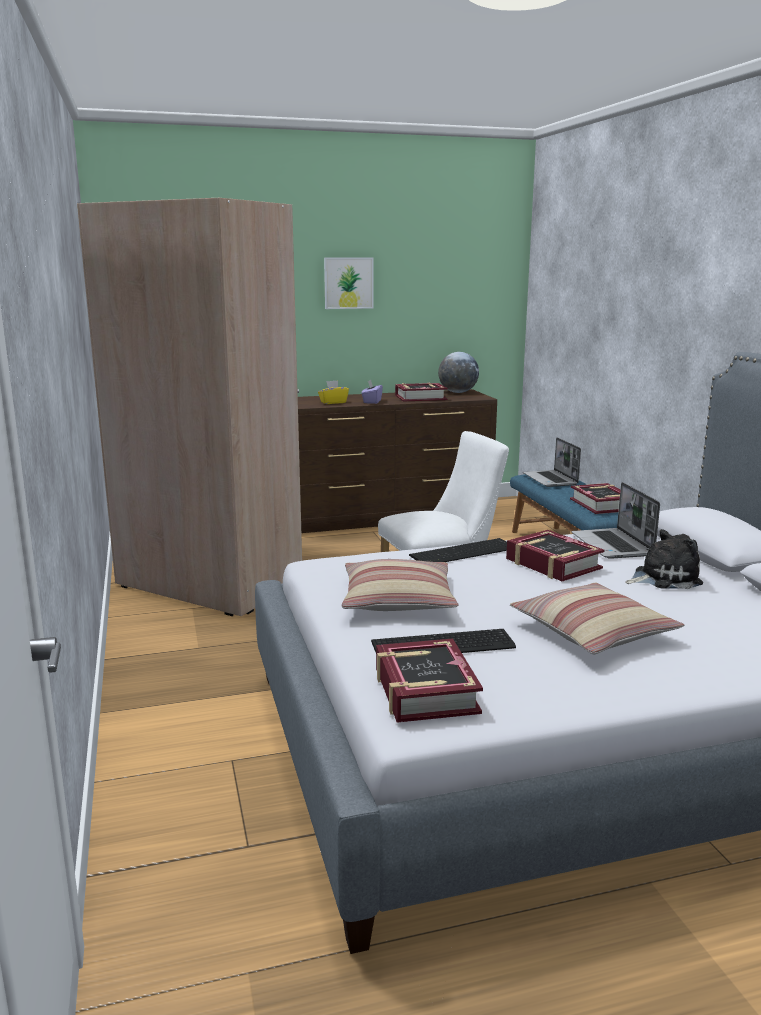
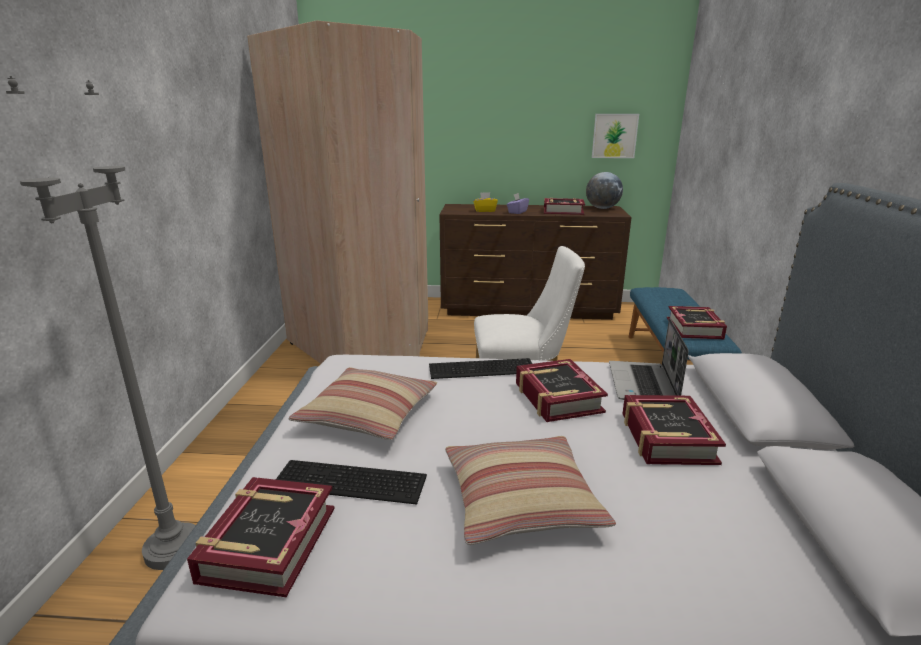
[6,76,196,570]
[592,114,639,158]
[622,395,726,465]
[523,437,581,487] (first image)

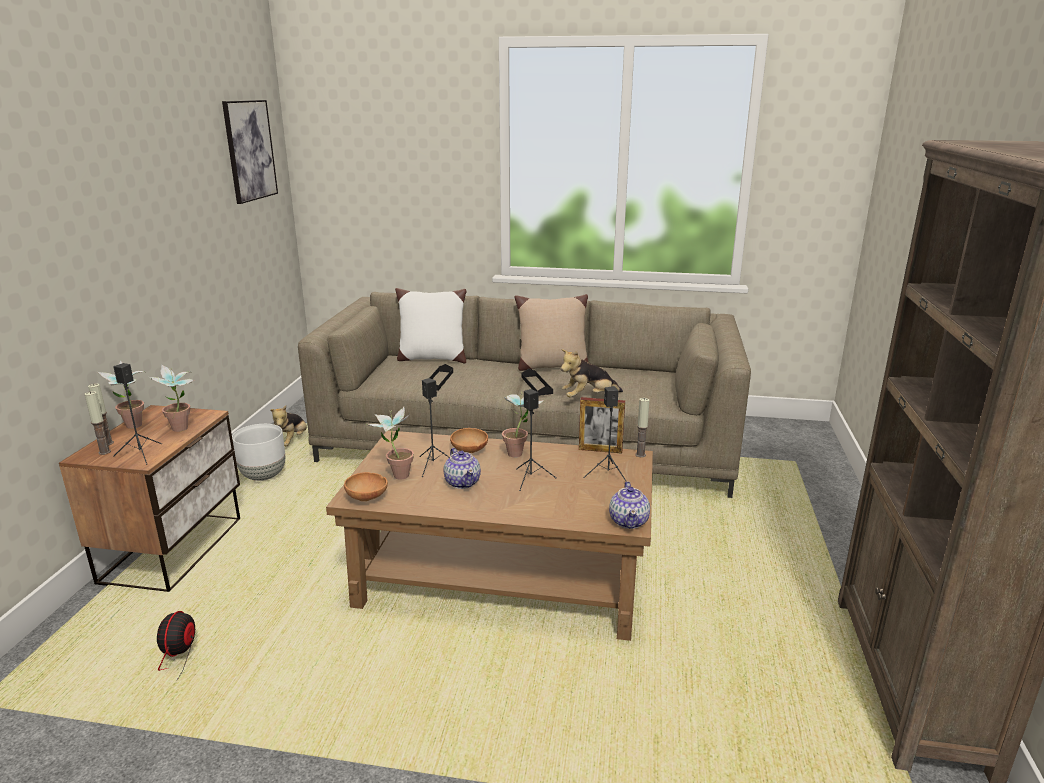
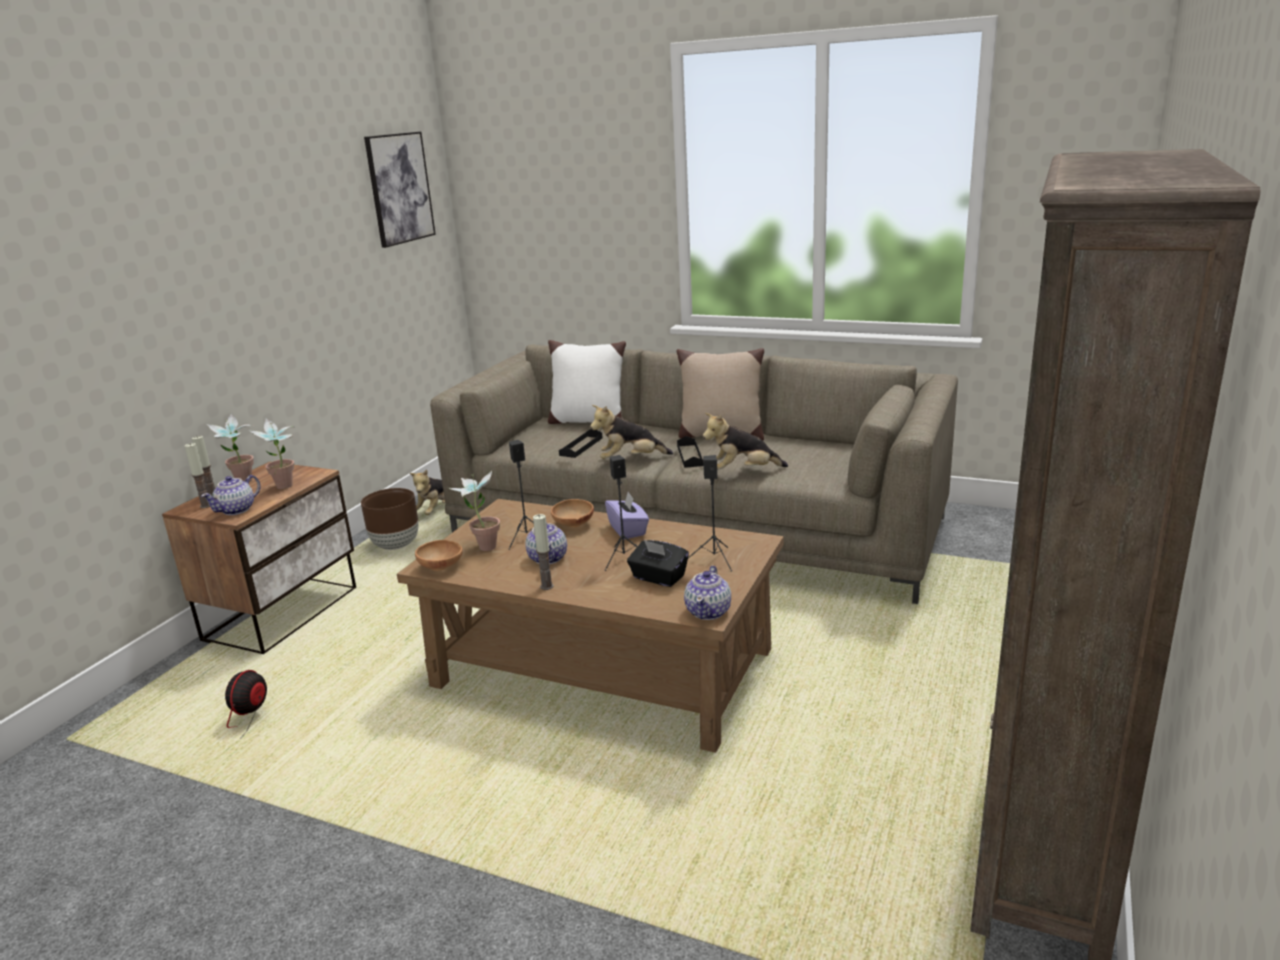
[201,475,261,515]
[361,488,419,550]
[533,514,554,590]
[590,405,673,459]
[605,492,649,539]
[627,540,689,587]
[579,397,625,454] (first image)

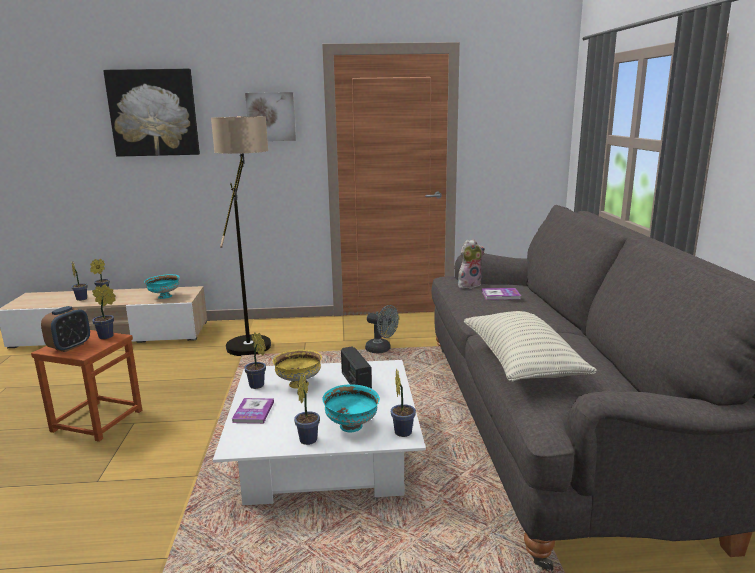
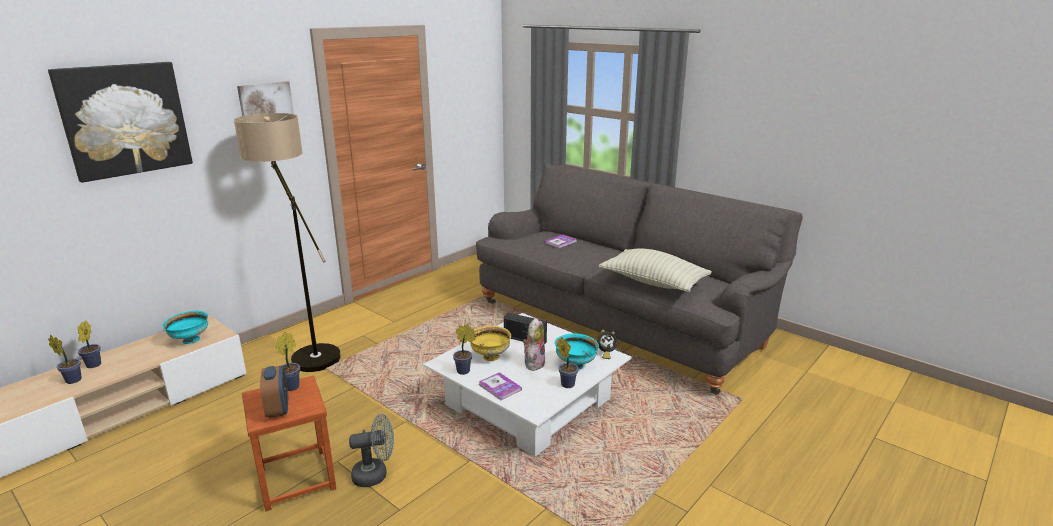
[349,414,394,487]
[523,318,545,371]
[597,330,617,359]

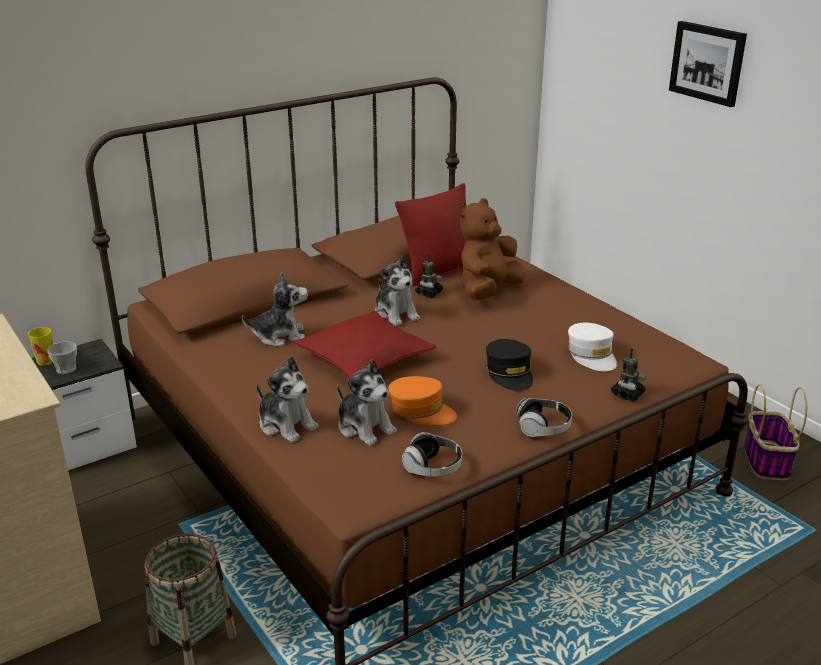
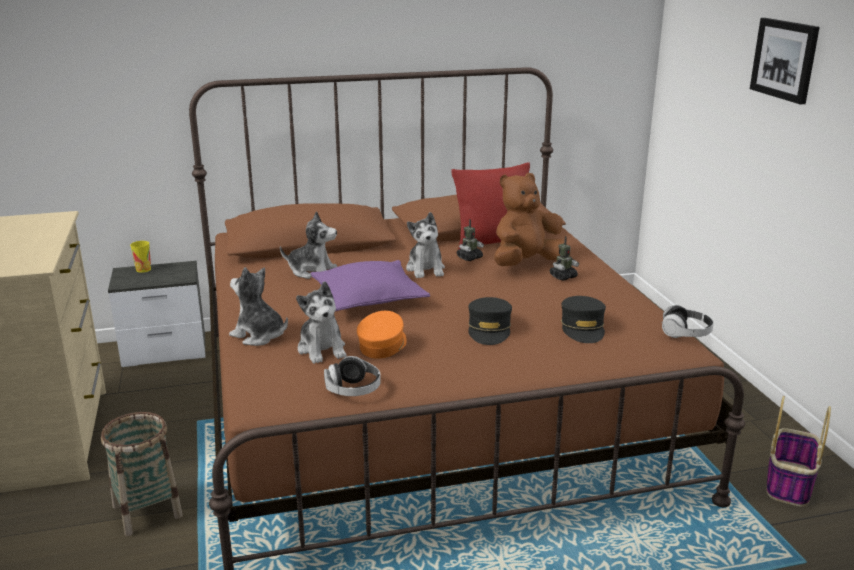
[229,267,288,346]
[311,260,430,311]
[357,311,407,359]
[550,236,579,281]
[561,296,606,343]
[661,305,714,338]
[48,341,77,374] (first image)

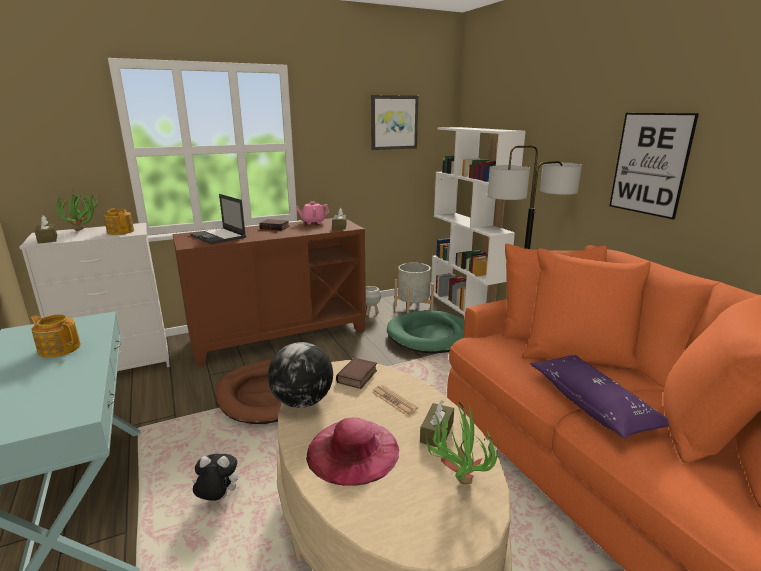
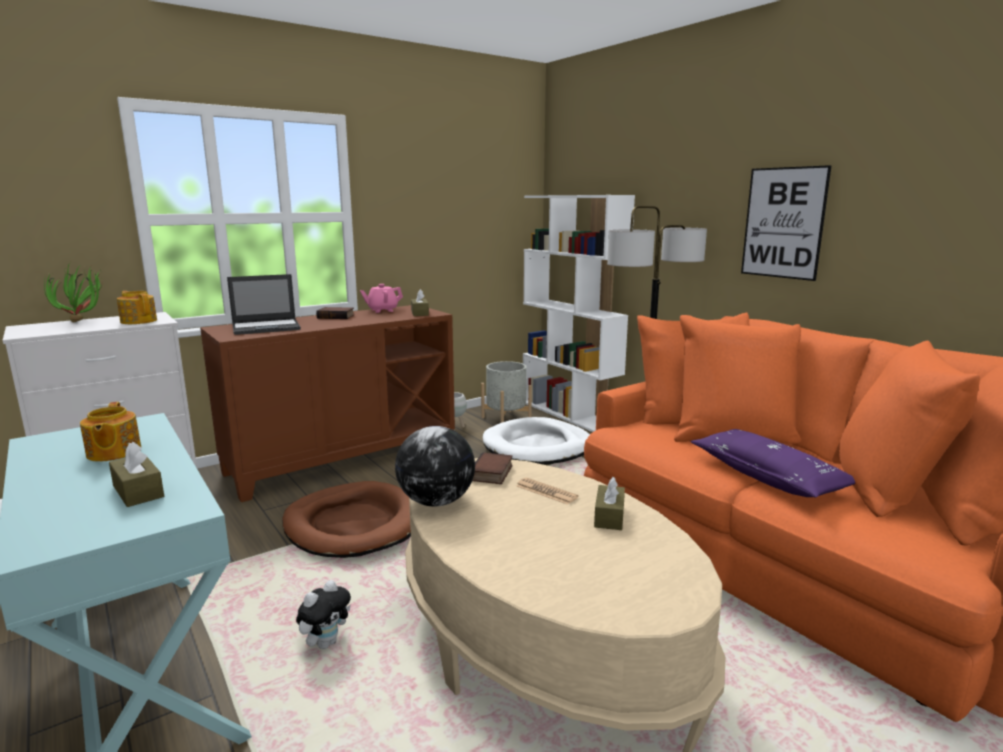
[80,402,141,462]
[109,442,164,507]
[227,274,301,335]
[296,580,351,649]
[483,417,590,465]
[306,417,399,486] (first image)
[371,95,418,150] (first image)
[426,402,498,484] (first image)

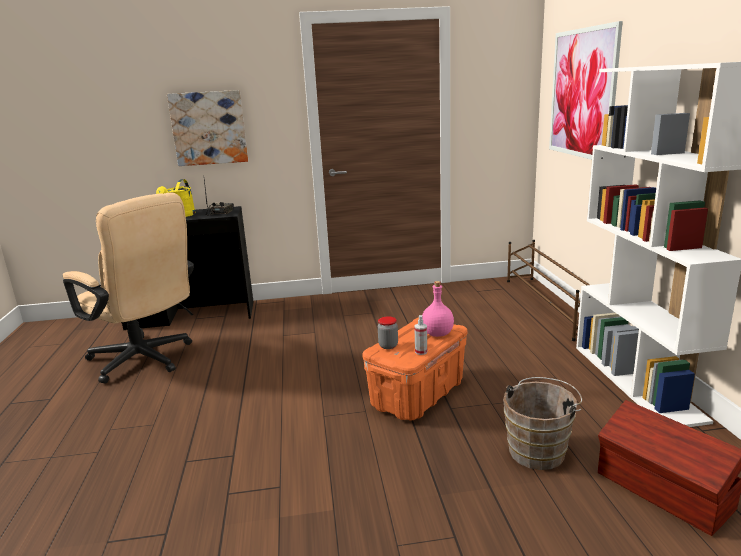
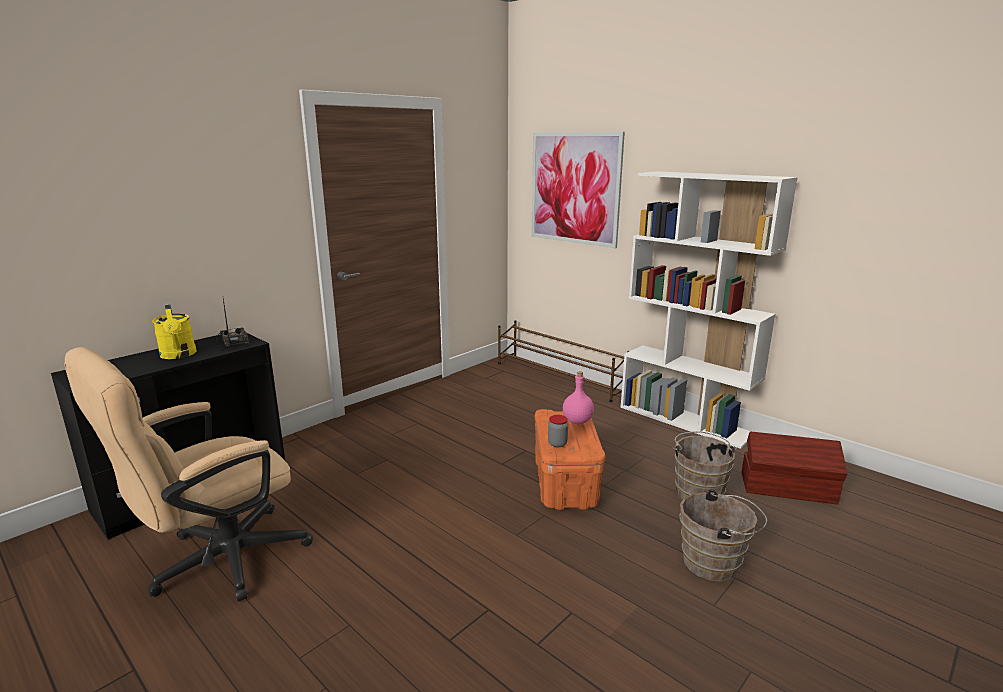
[64,347,313,602]
[680,489,767,582]
[167,90,248,166] (first image)
[414,315,427,355] (first image)

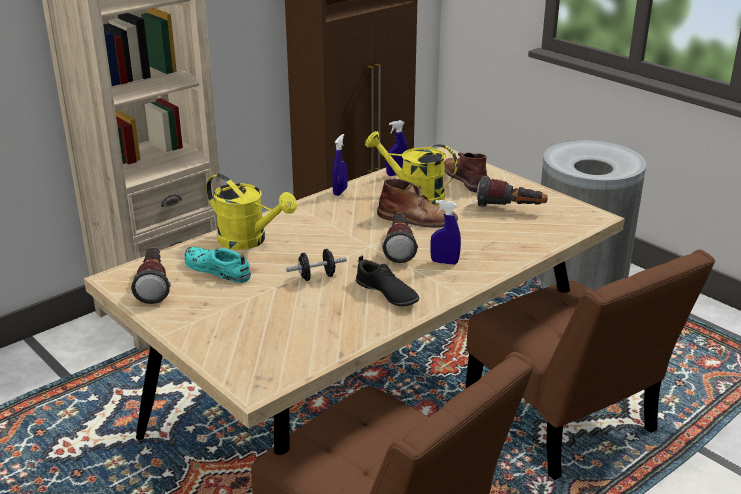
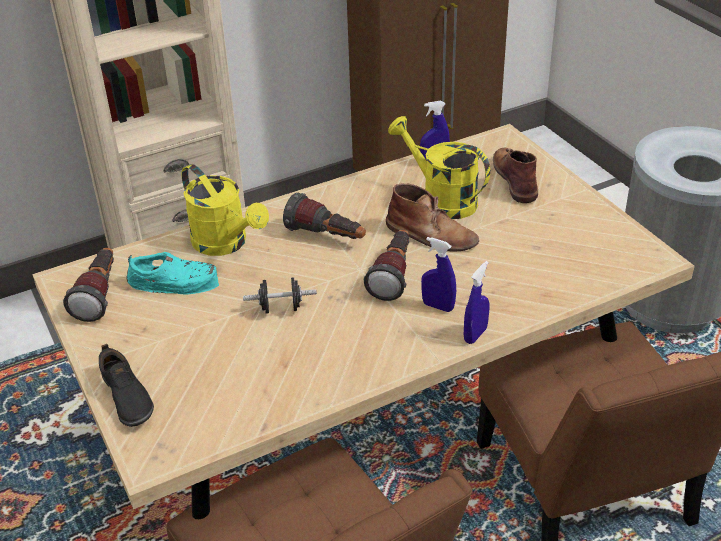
[99,344,154,427]
[126,252,219,294]
[283,192,366,239]
[464,261,490,344]

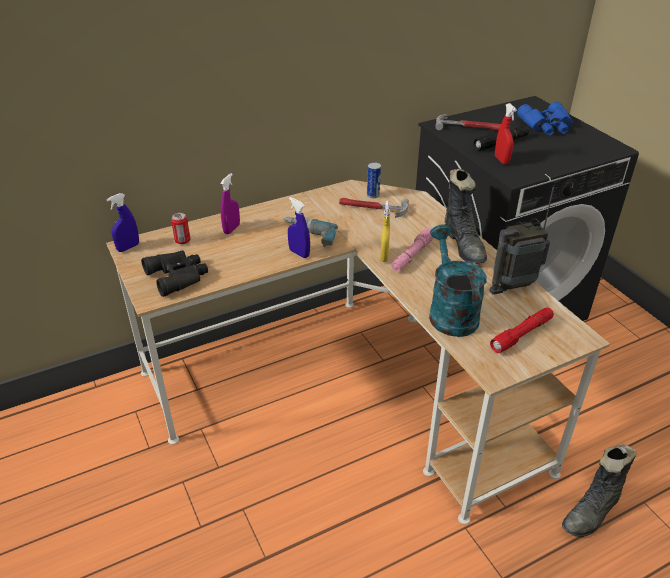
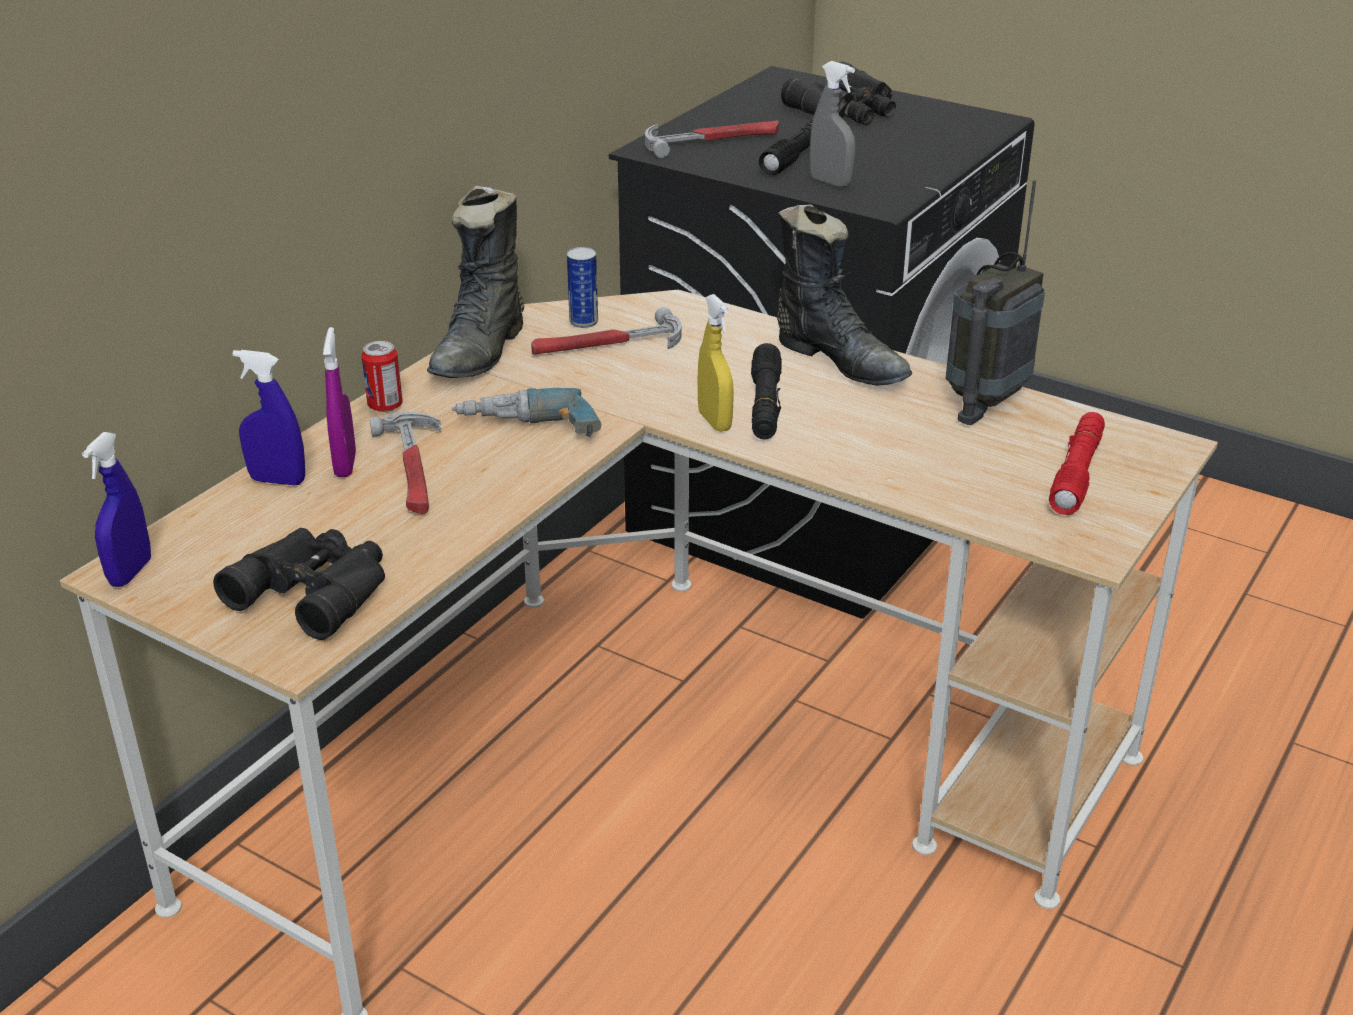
[233,350,305,485]
[361,341,403,412]
[370,412,442,514]
[427,186,524,378]
[751,343,782,440]
[781,62,896,125]
[810,61,855,187]
[429,224,487,337] (first image)

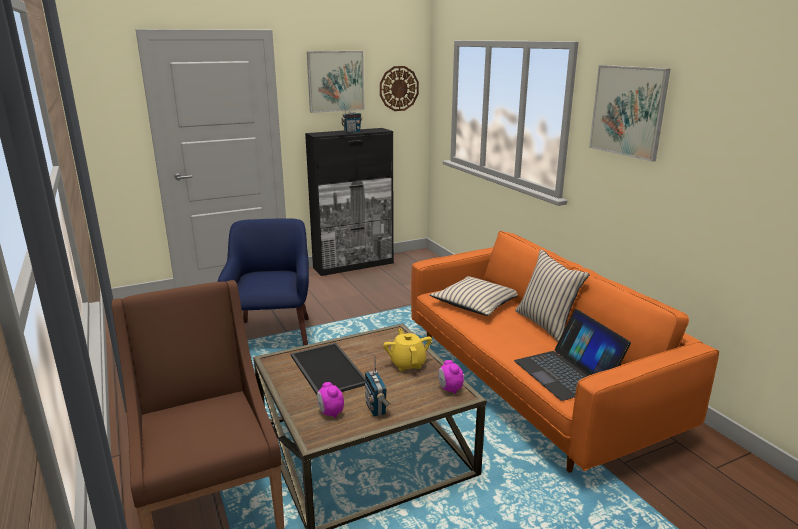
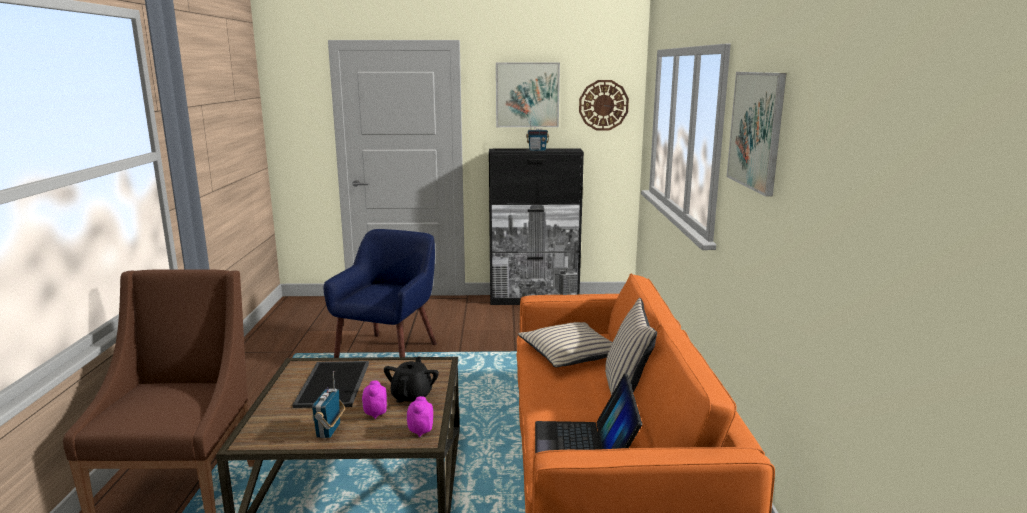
[362,381,387,419]
[384,356,439,403]

